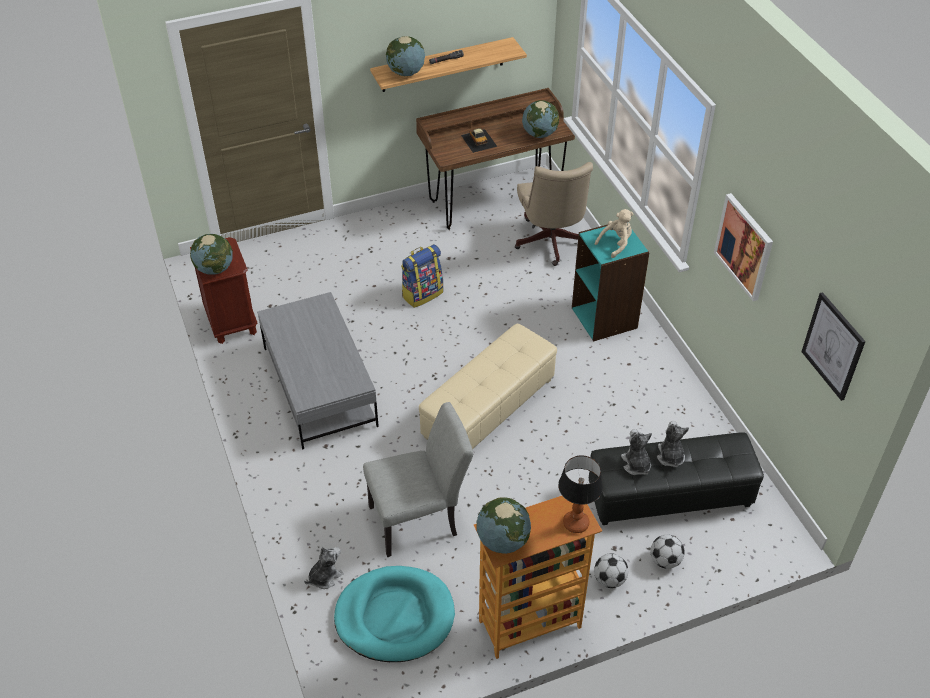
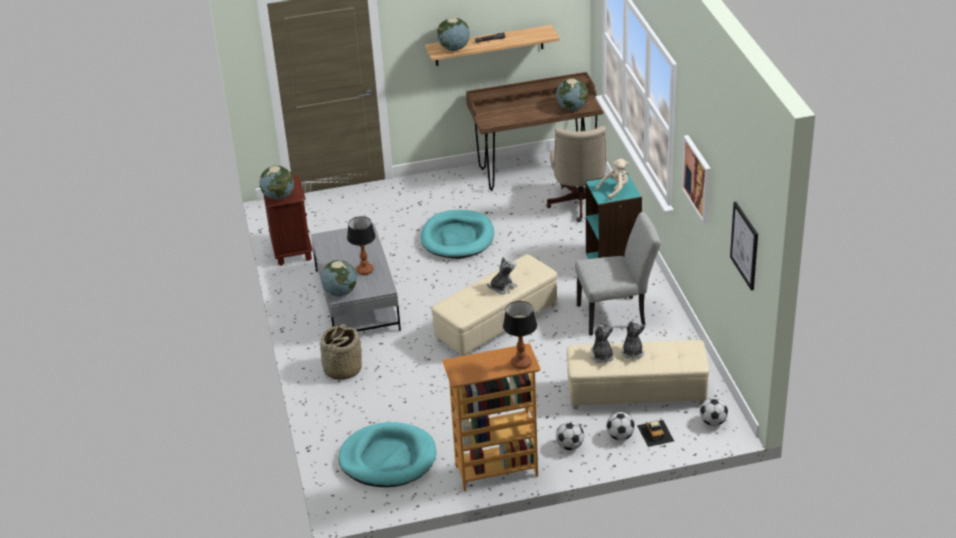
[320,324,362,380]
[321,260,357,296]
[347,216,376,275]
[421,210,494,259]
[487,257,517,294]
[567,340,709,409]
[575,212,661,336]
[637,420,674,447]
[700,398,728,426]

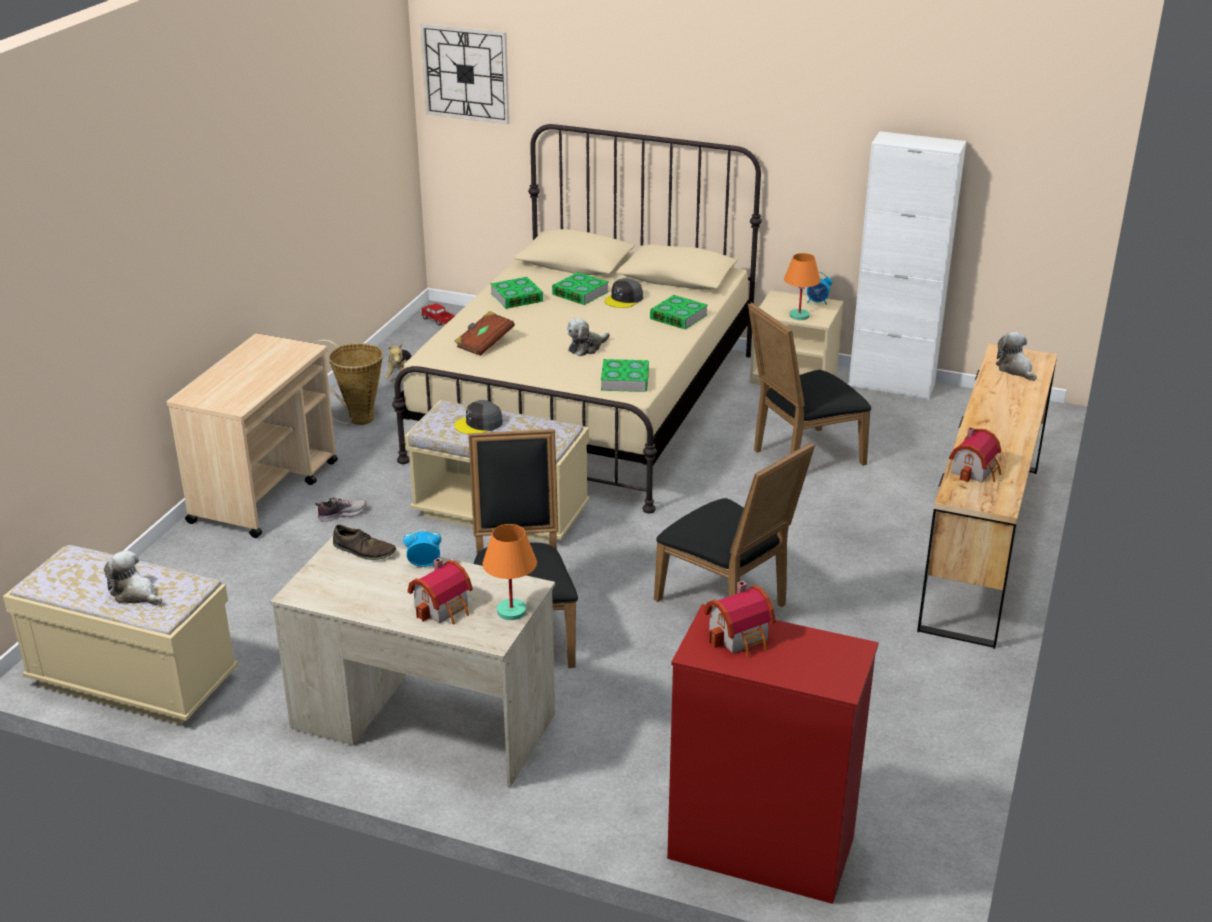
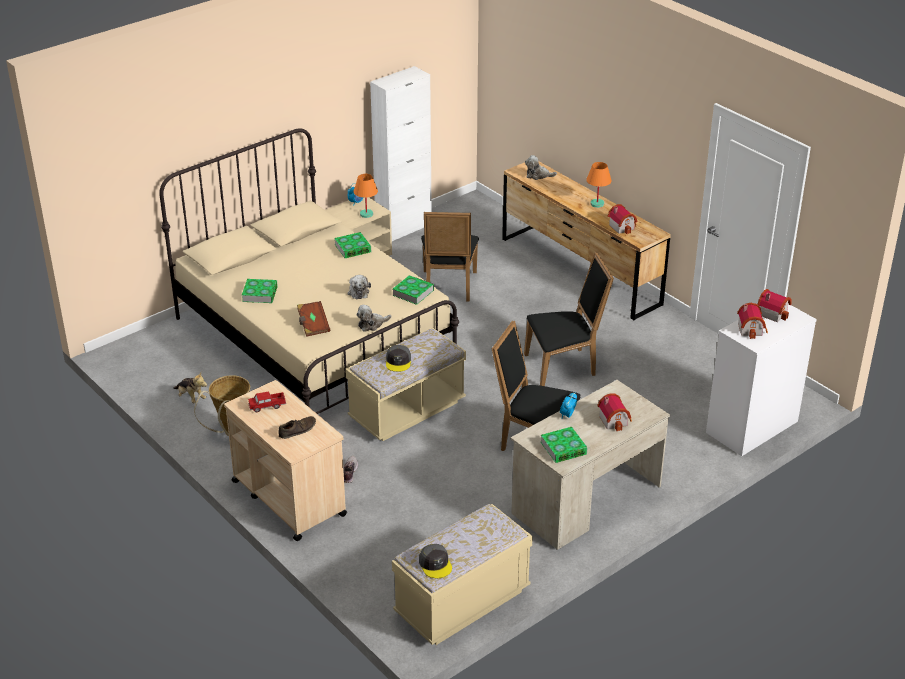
[248,392,286,412]
[278,416,316,439]
[356,305,392,332]
[419,544,452,578]
[541,427,587,463]
[586,162,612,208]
[706,304,817,456]
[757,289,792,322]
[420,24,509,124] (first image)

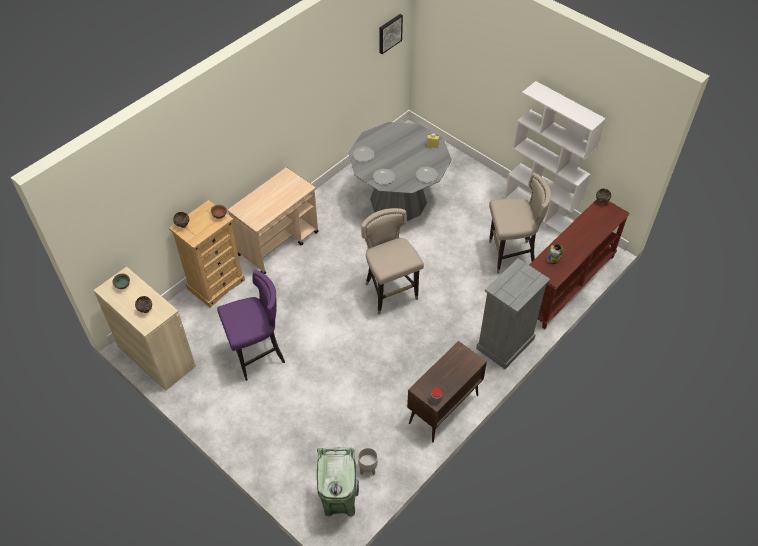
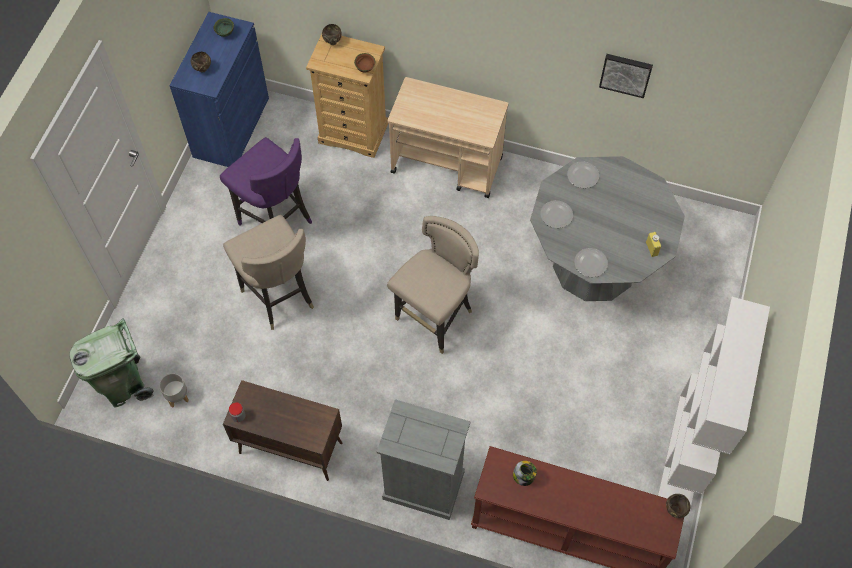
[170,12,269,167]
[223,215,314,330]
[599,54,653,98]

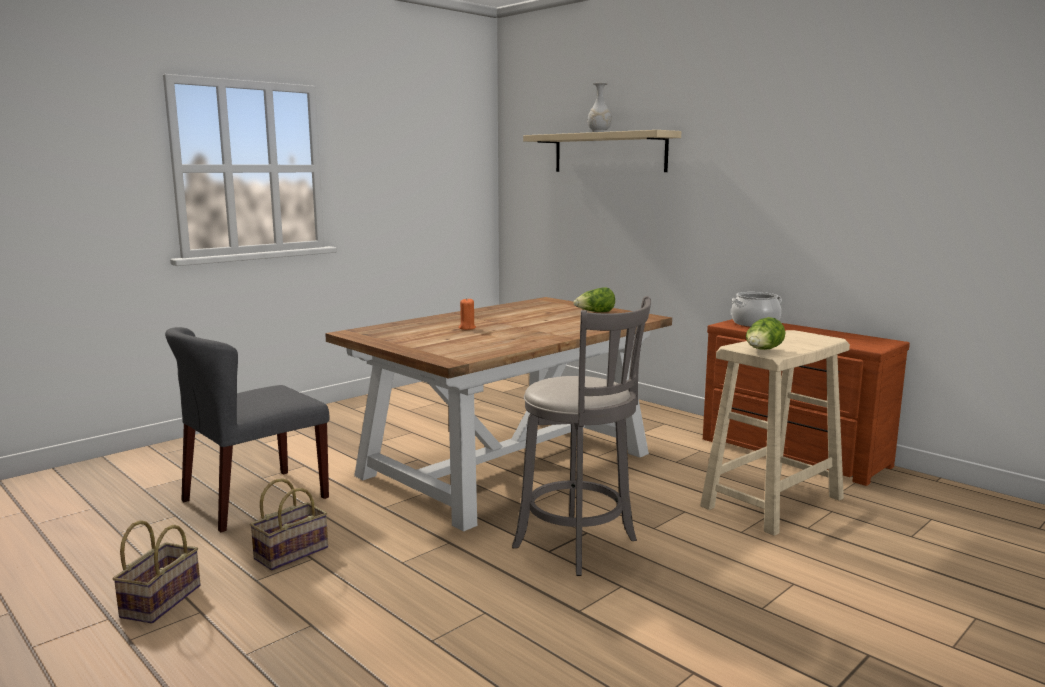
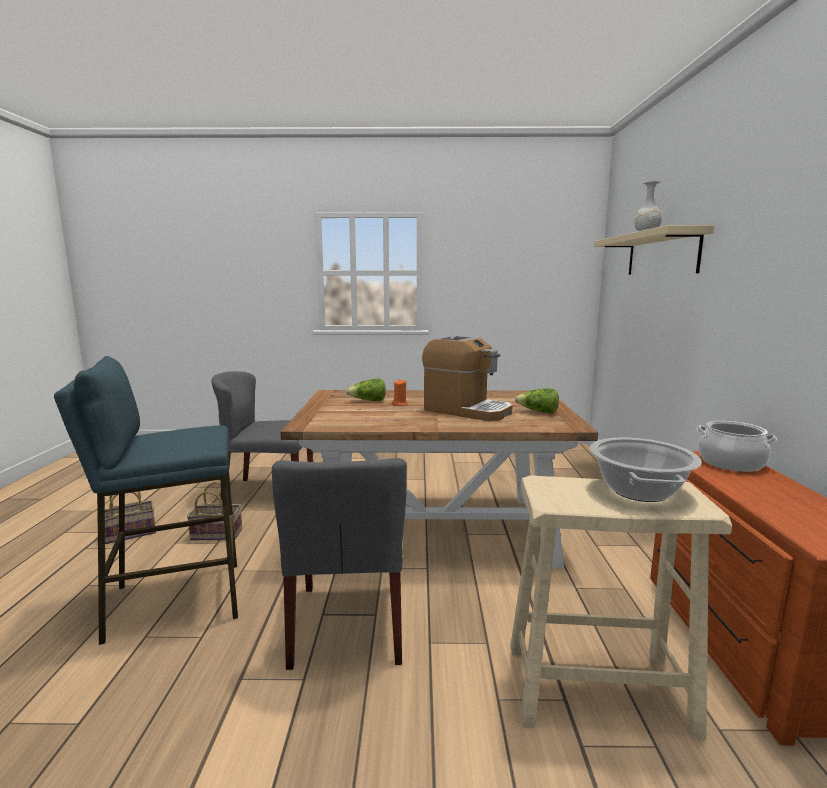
[54,356,238,645]
[272,458,407,670]
[346,379,386,401]
[422,336,512,421]
[590,438,702,502]

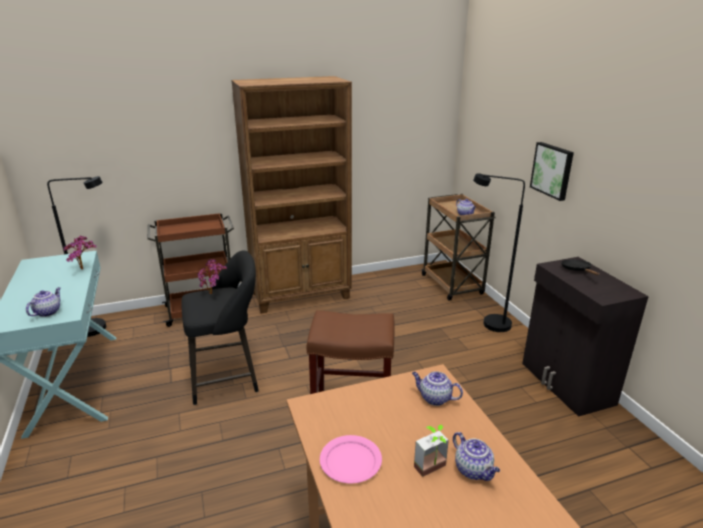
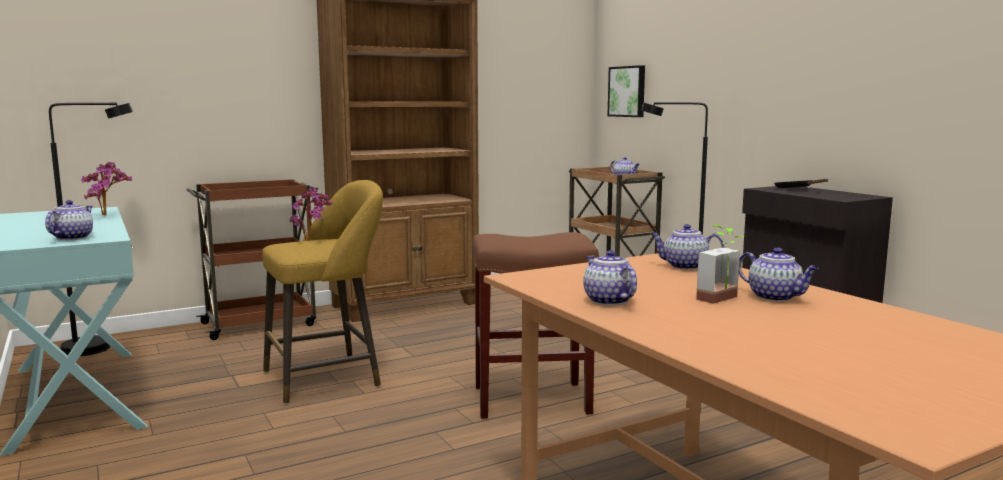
[262,180,383,404]
[583,250,637,305]
[607,65,645,117]

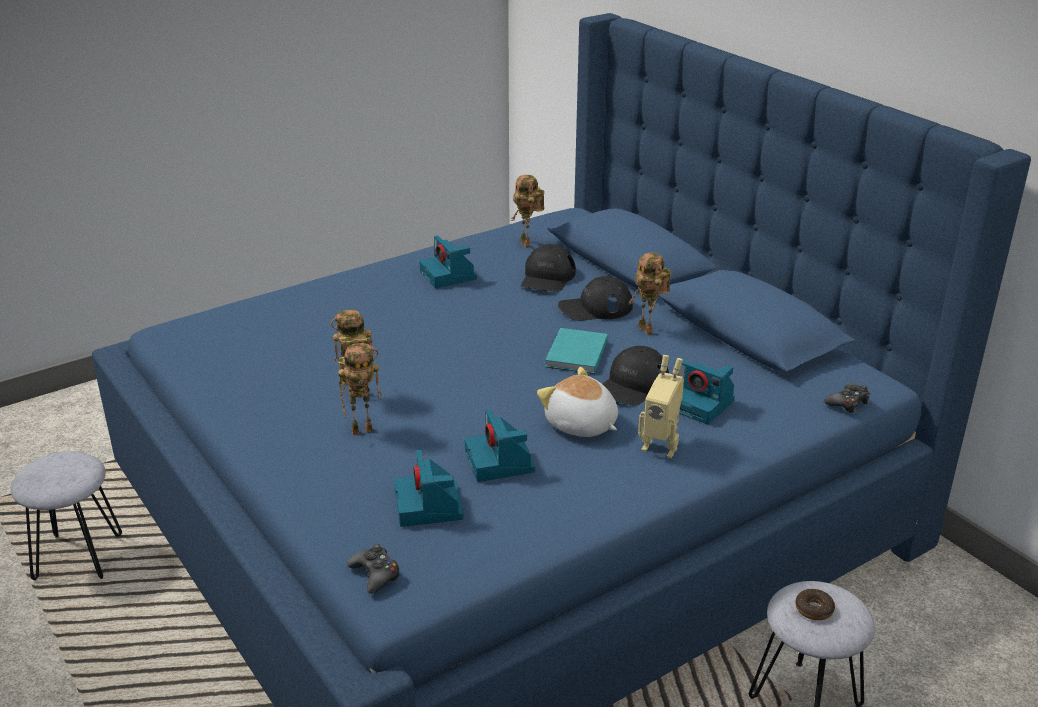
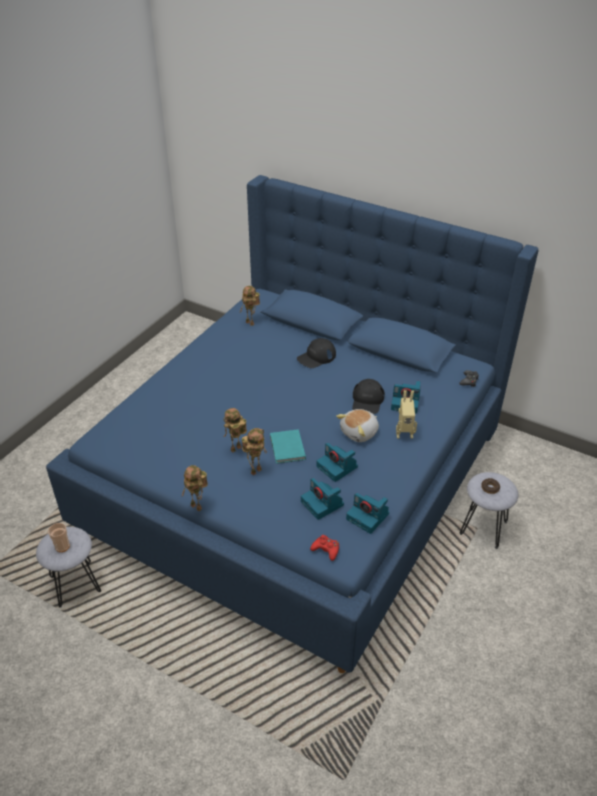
[48,523,70,552]
[182,465,208,511]
[270,429,306,464]
[310,535,339,561]
[336,409,379,442]
[346,493,389,534]
[521,244,576,292] (first image)

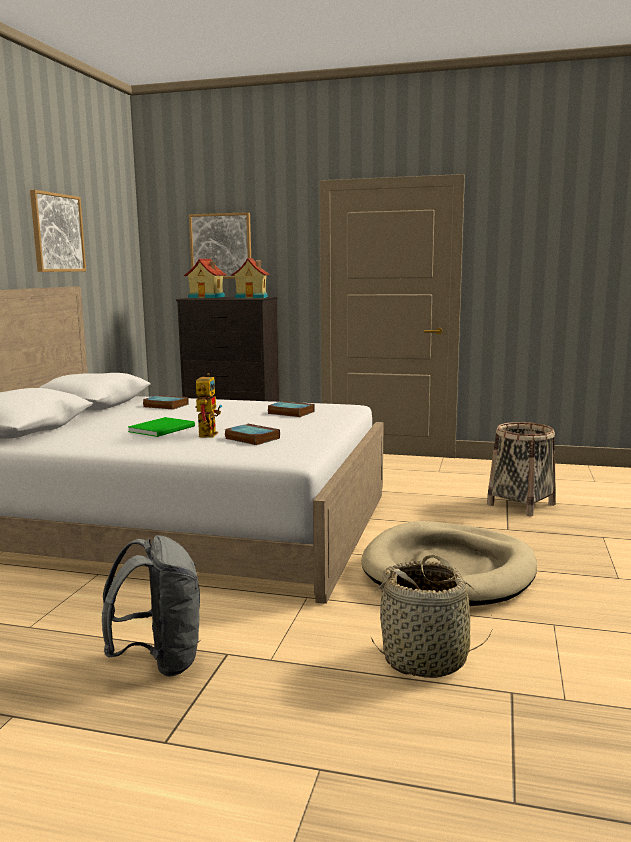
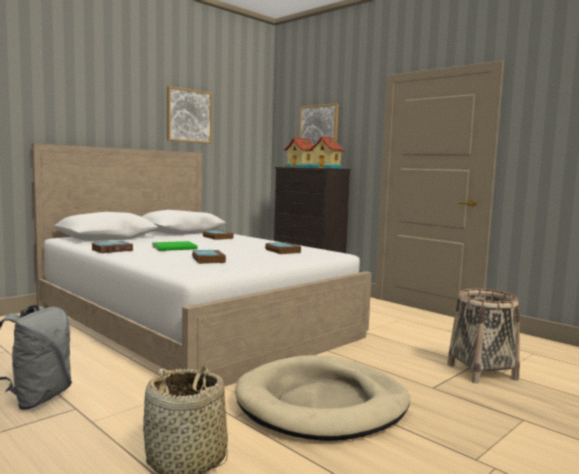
[92,241,133,253]
[195,373,222,438] (first image)

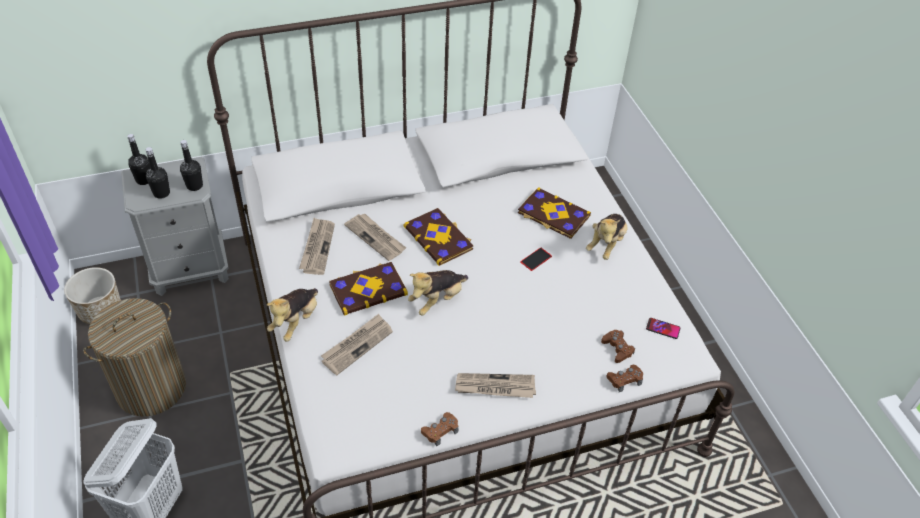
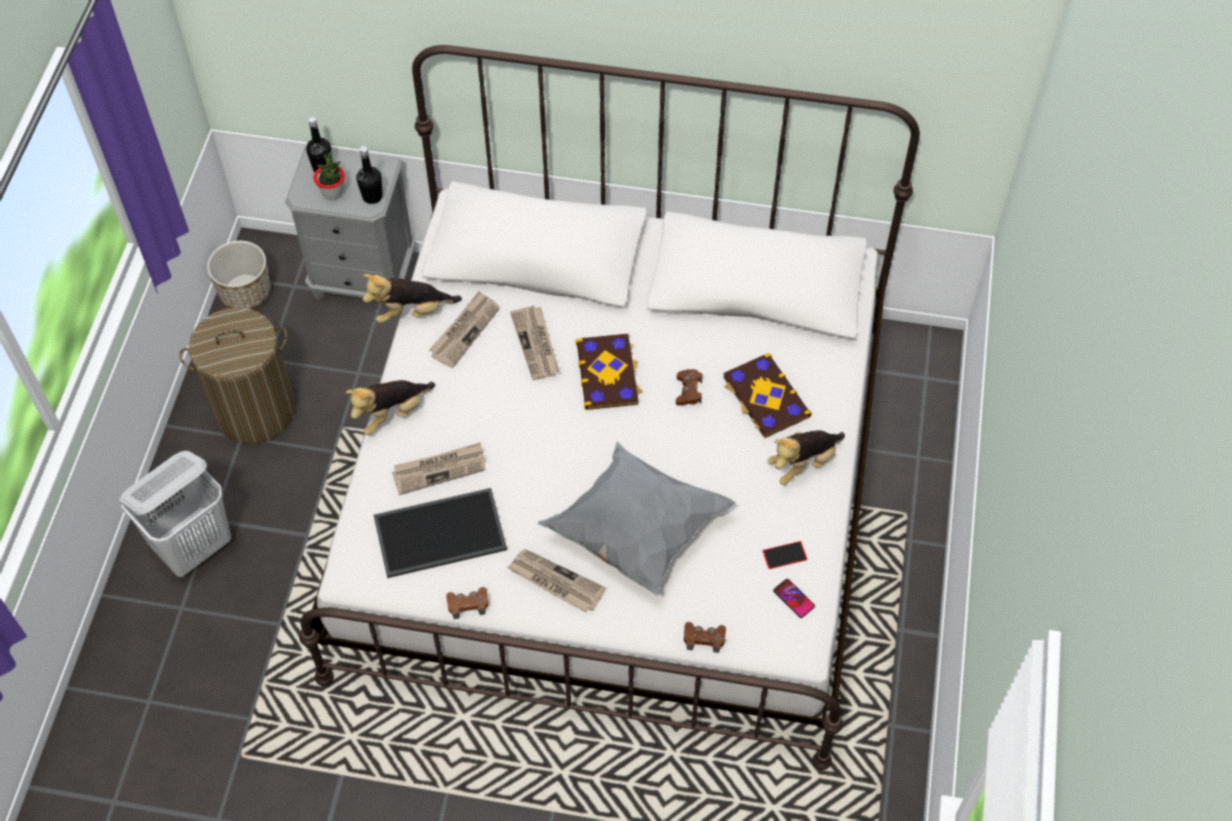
[314,151,345,201]
[363,274,462,323]
[374,488,507,578]
[538,442,736,596]
[676,369,702,406]
[762,541,807,569]
[329,262,408,316] (first image)

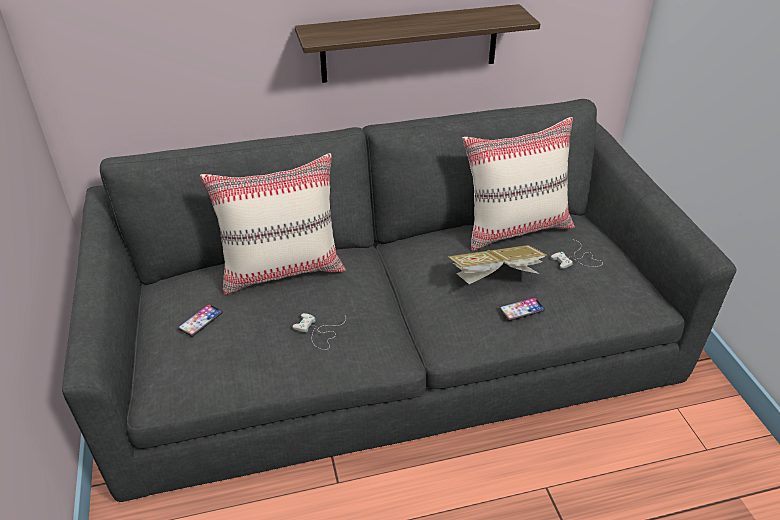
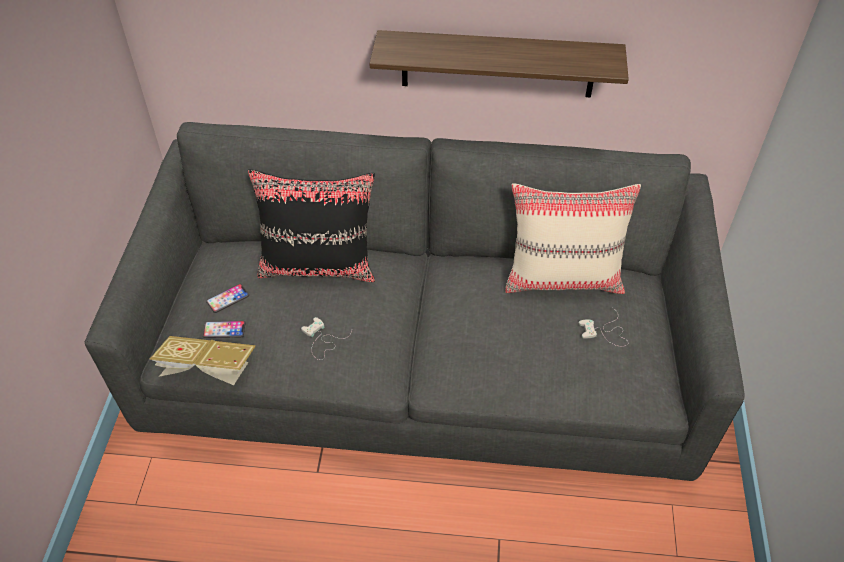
[149,336,256,385]
[203,321,246,338]
[248,169,375,282]

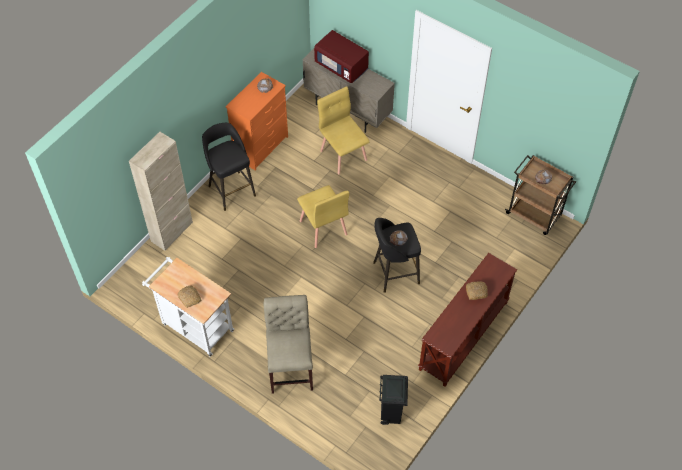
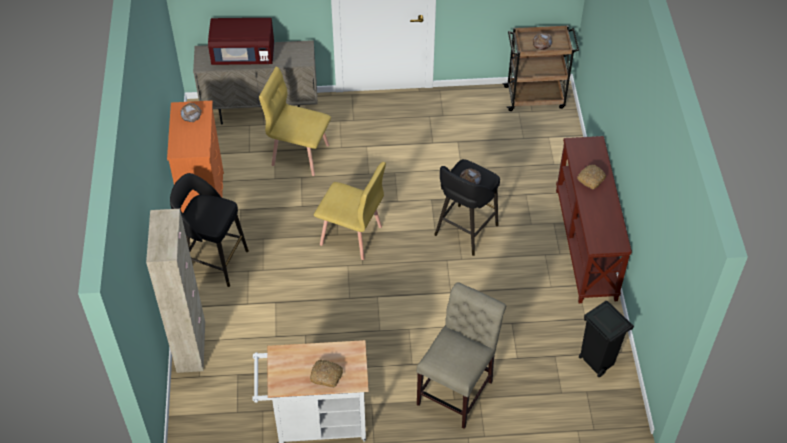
[417,282,506,429]

